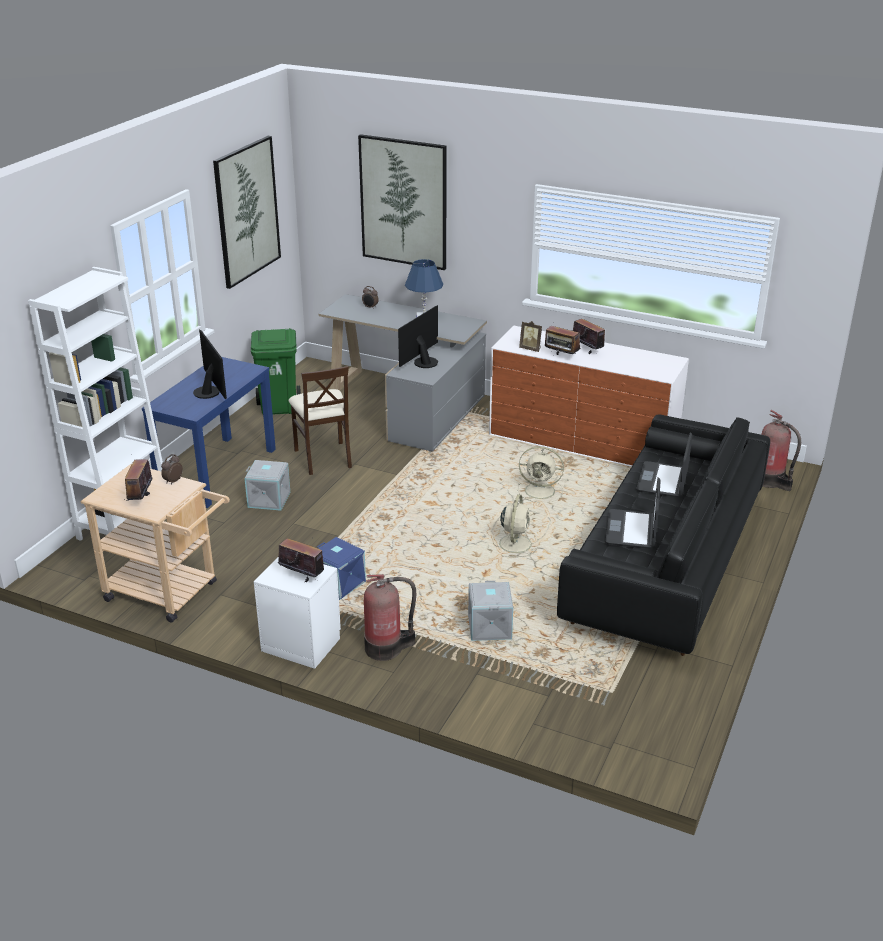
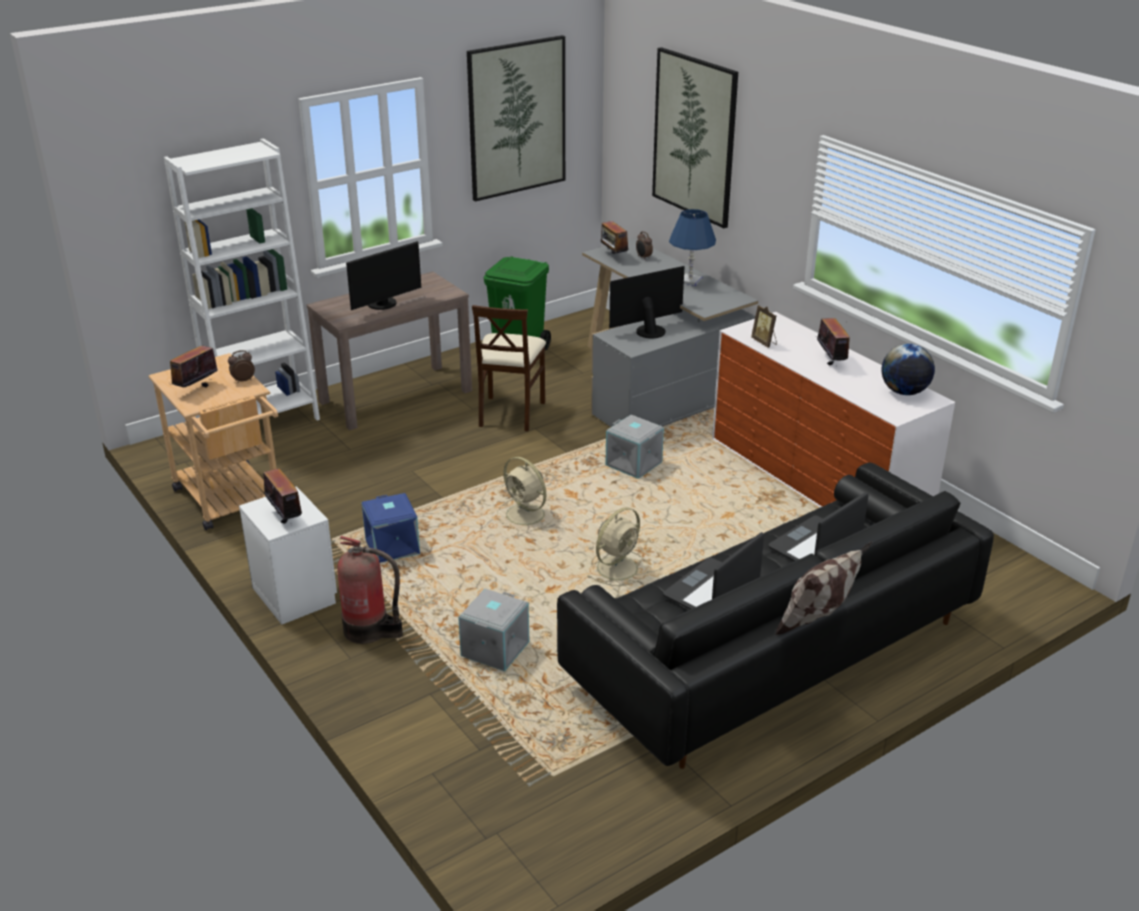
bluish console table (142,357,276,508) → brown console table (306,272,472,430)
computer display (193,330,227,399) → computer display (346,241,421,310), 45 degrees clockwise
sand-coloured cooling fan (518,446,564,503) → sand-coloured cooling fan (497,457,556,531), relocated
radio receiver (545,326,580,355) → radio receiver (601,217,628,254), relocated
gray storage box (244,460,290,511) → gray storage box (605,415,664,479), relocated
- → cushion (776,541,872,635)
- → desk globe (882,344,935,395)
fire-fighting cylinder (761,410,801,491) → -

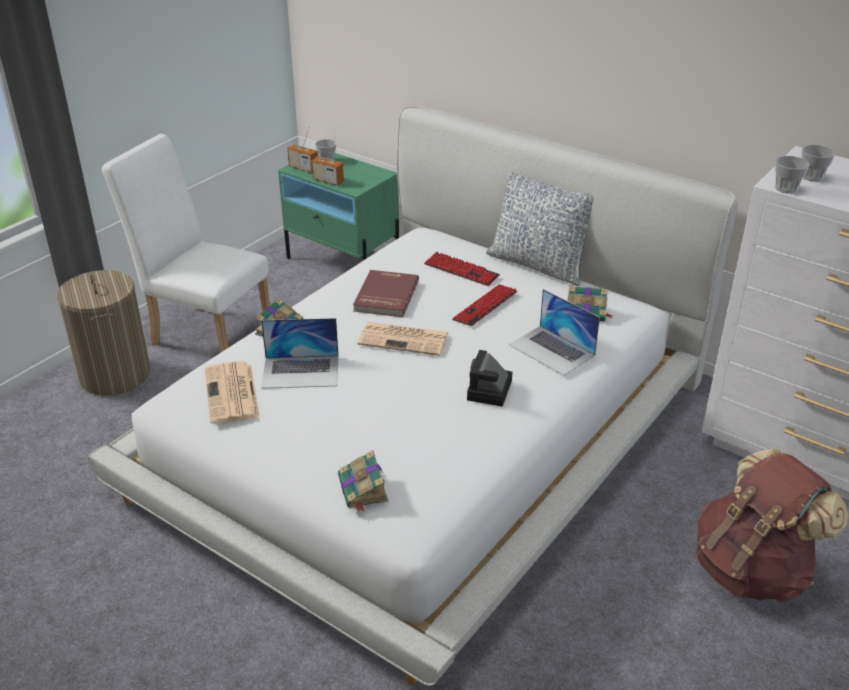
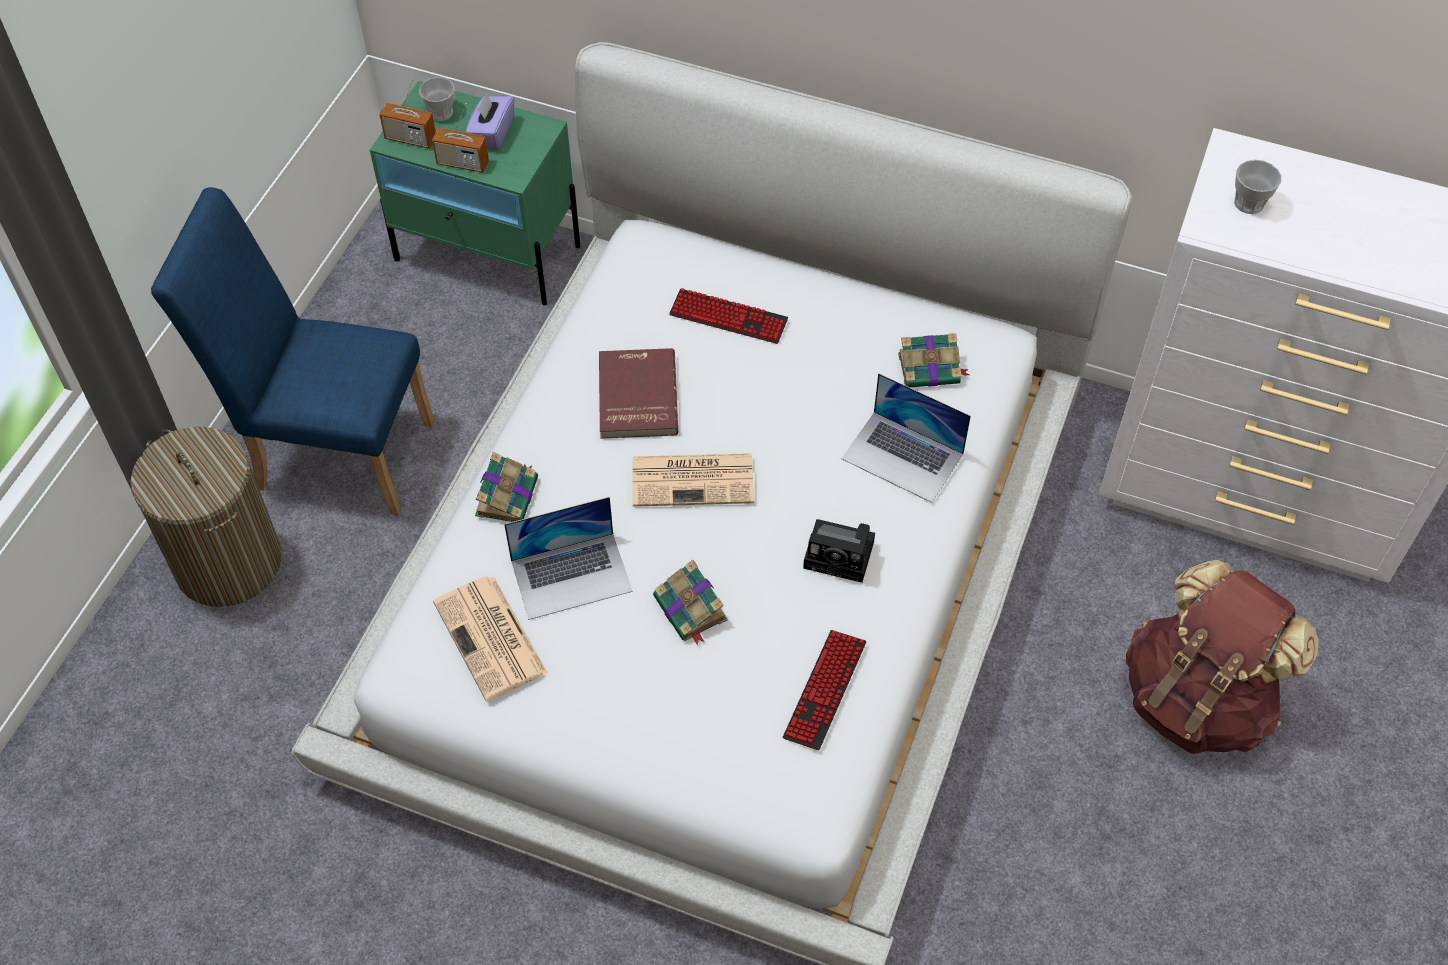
white-coloured upright chair (102,134,270,352) → bluish upright chair (151,187,434,515)
- → purple tissue box (465,93,514,150)
book (338,450,388,512) → book (653,559,728,646), relocated
PC keyboard (452,284,517,326) → PC keyboard (783,630,866,750), relocated
photo camera (467,350,512,407) → photo camera (803,519,875,583), 75 degrees counterclockwise
cushion (486,172,593,286) → -
drinking cup (775,156,810,194) → -

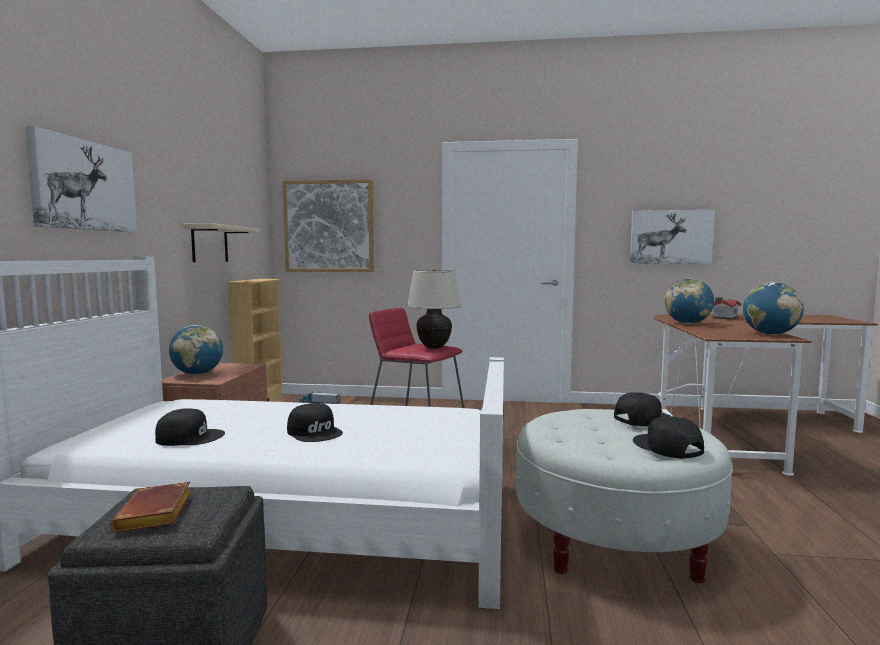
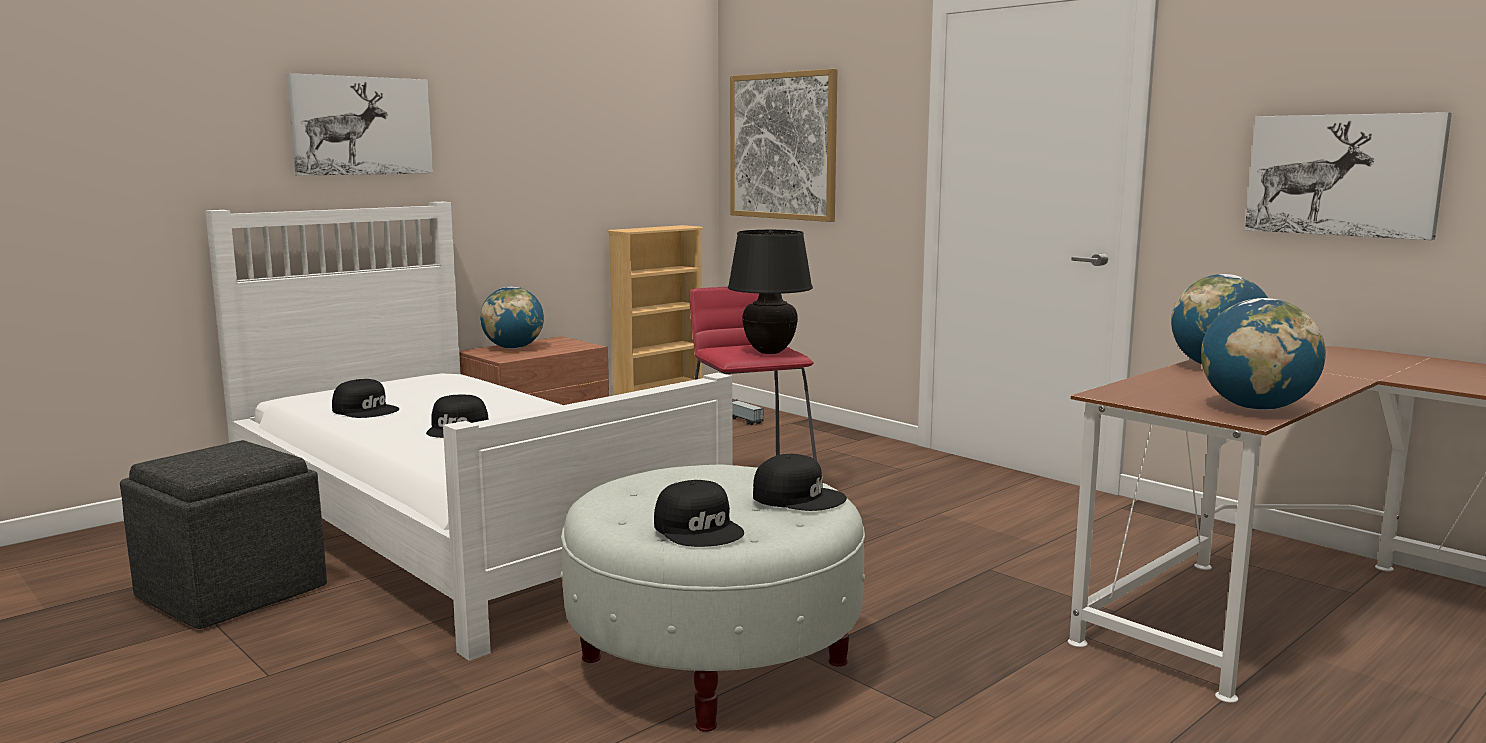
black peaked cap (633,416,704,459) → black peaked cap (654,480,744,547), 135 degrees clockwise
sand-coloured lamp for a table (407,269,461,349) → black lamp for a table (728,230,813,354)
brown book (110,482,191,532) → -
sand-coloured wall shelf (183,224,259,262) → -
model house (713,297,741,319) → -

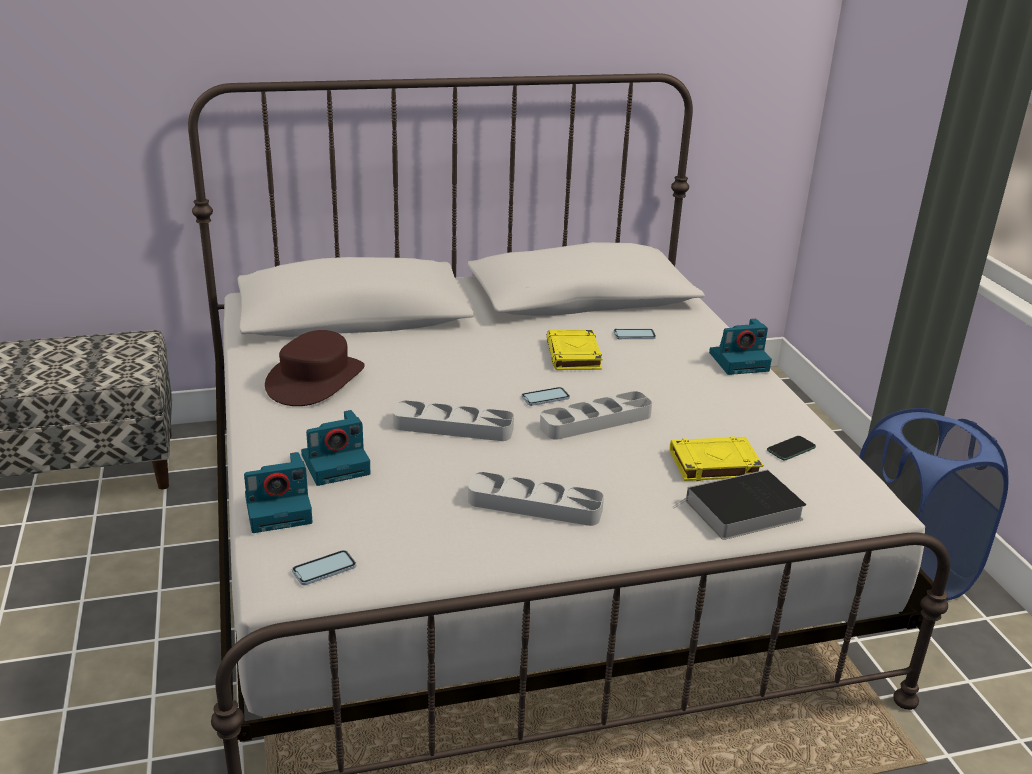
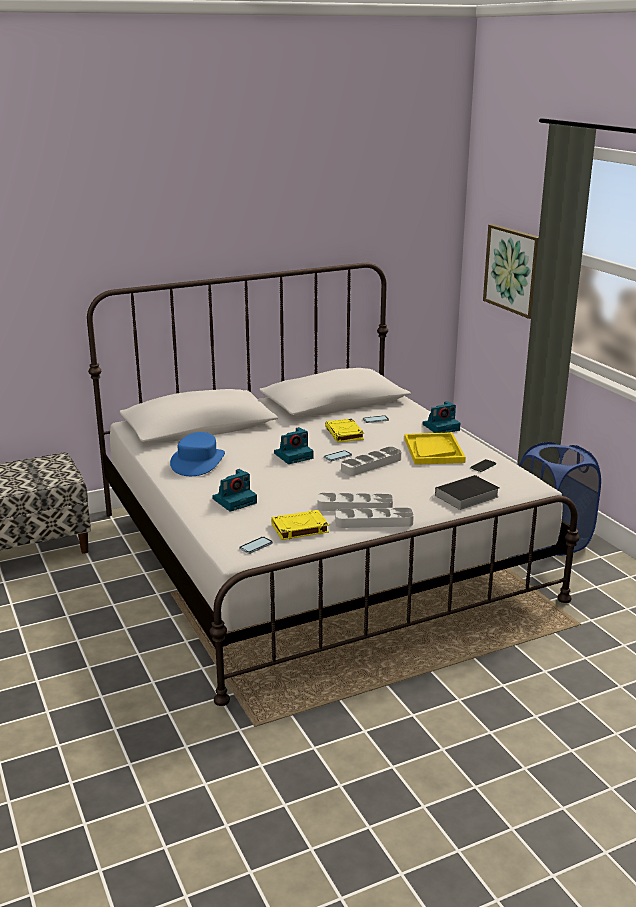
brown hat (265,330,365,406) → bluish hat (170,432,225,476)
yellow-coloured book (670,436,763,481) → yellow-coloured book (271,510,329,540), relocated
photo camera (244,452,313,533) → photo camera (274,427,314,464), relocated
gray carrying tray (393,400,514,441) → gray carrying tray (335,507,414,528), relocated
- → yellow-coloured carrying tray (404,432,466,465)
- → picture (483,224,539,319)

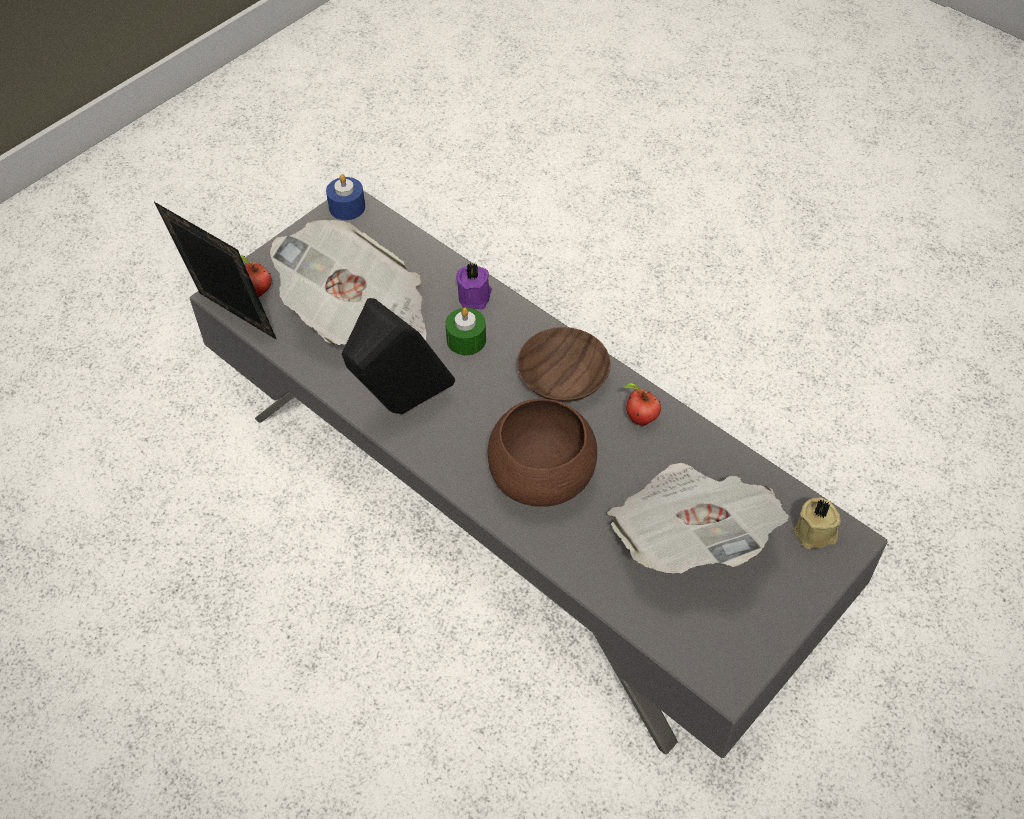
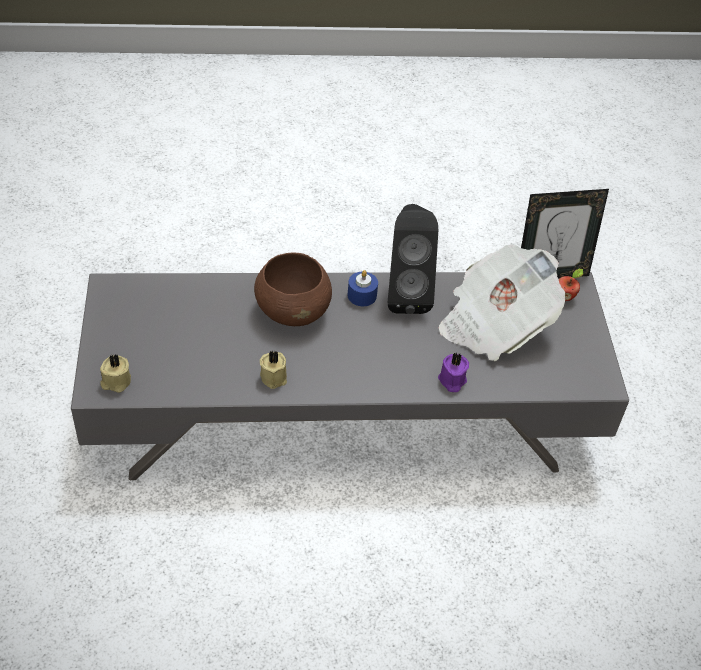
apple fruit (623,383,661,426) → sand-coloured candle (260,351,287,389)
bluish candle (326,174,365,220) → bluish candle (348,270,378,306), relocated
green candle (445,308,486,355) → -
brown bowl (517,327,611,402) → -
printed paper (607,463,789,573) → -

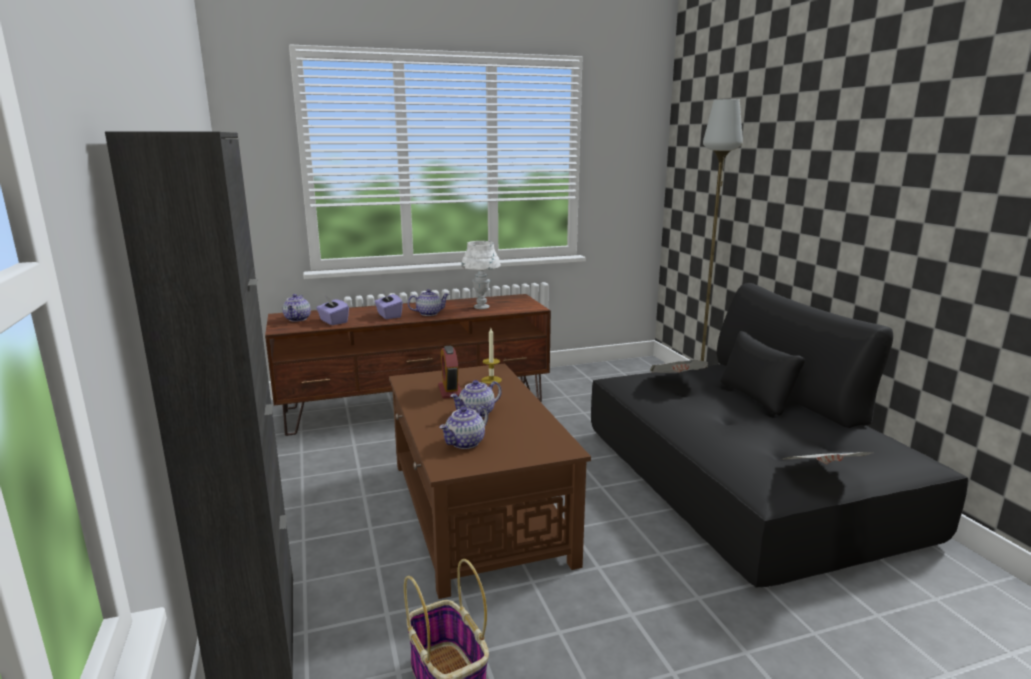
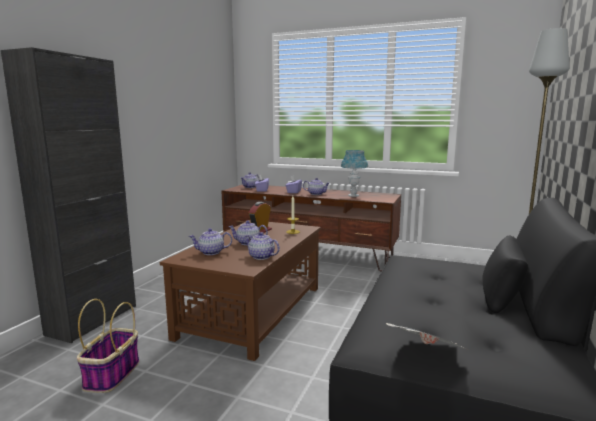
- → tea pot (244,232,280,260)
white-coloured lamp for a table (461,241,501,309) → bluish lamp for a table (341,150,368,197)
printed paper (650,360,708,373) → -

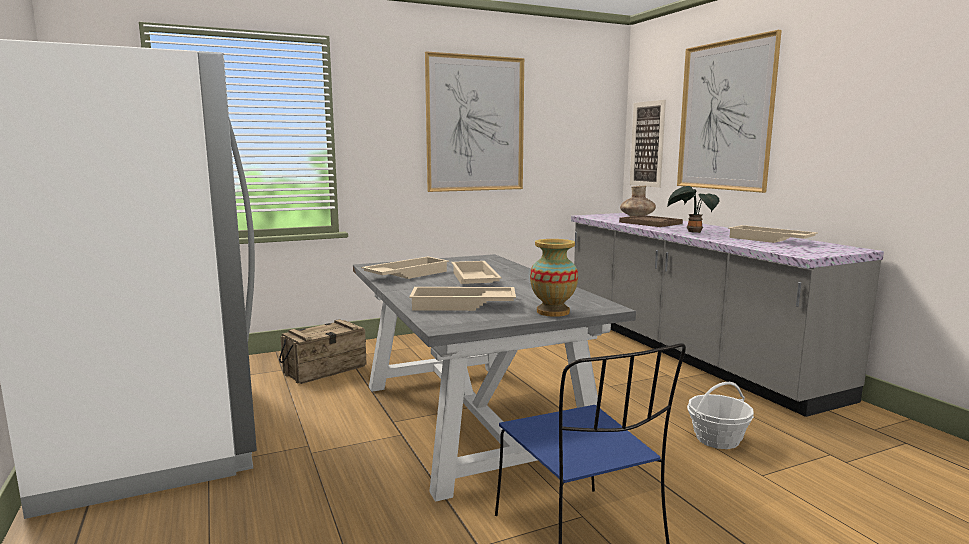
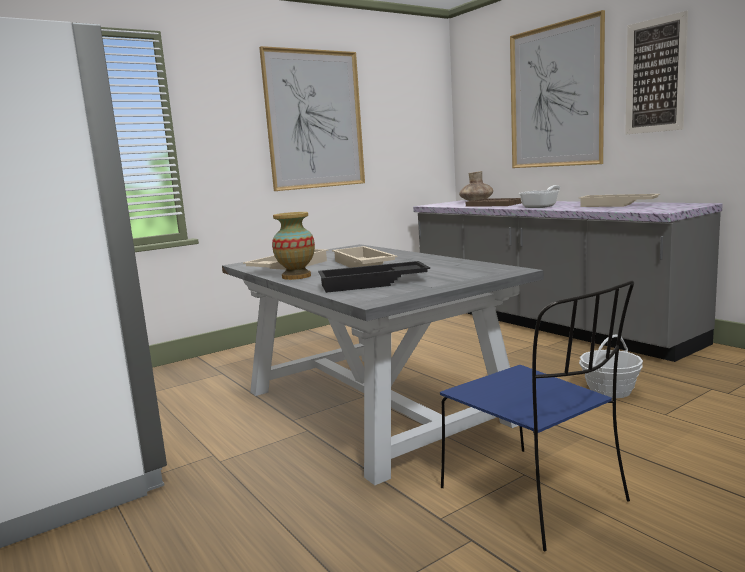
decorative vase (530,239,578,317) → decorative vase (272,212,315,280), relocated
sand-coloured carrying tray (409,287,516,311) → black carrying tray (318,261,430,293)
plant in a pot (666,186,720,233) → skillet (519,185,560,208)
picture (630,100,666,188) → picture (625,11,688,134), relocated
packing crate (279,319,367,384) → -

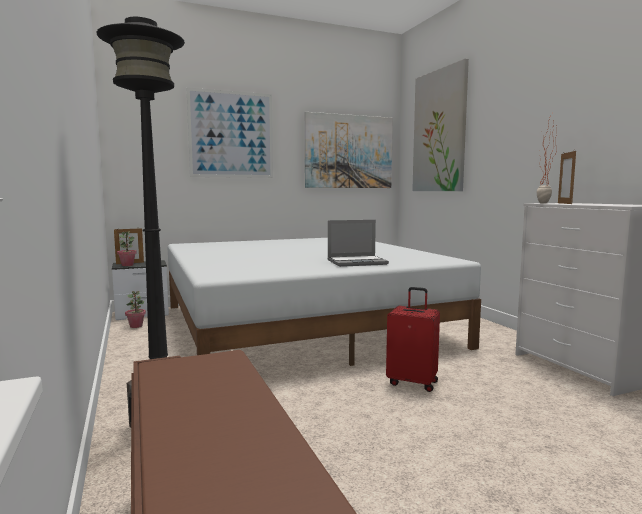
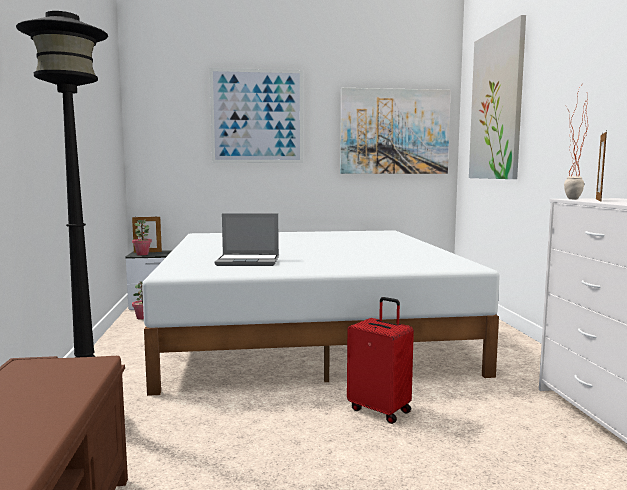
laptop (327,220,389,267) → laptop (215,213,279,266), relocated

